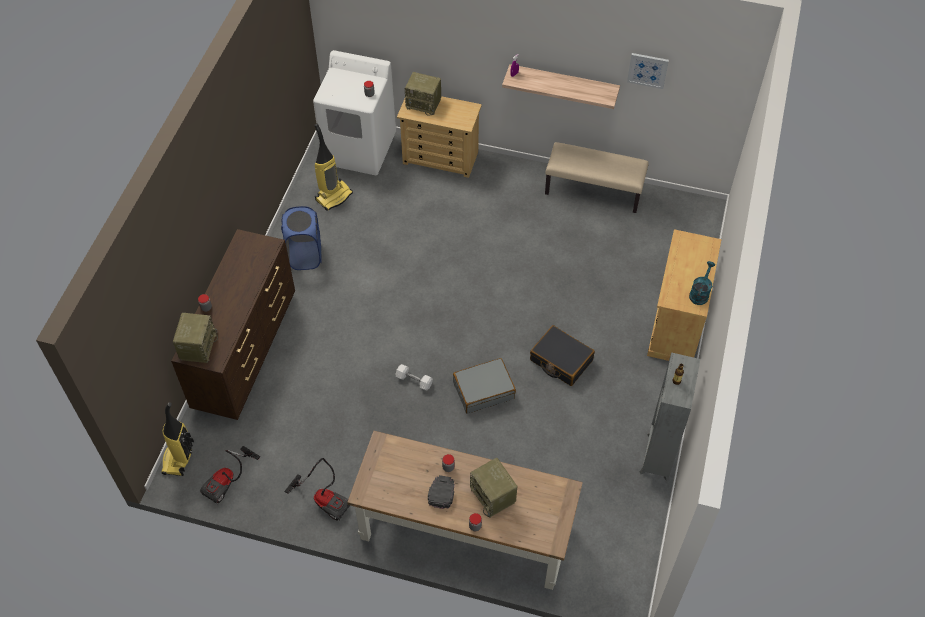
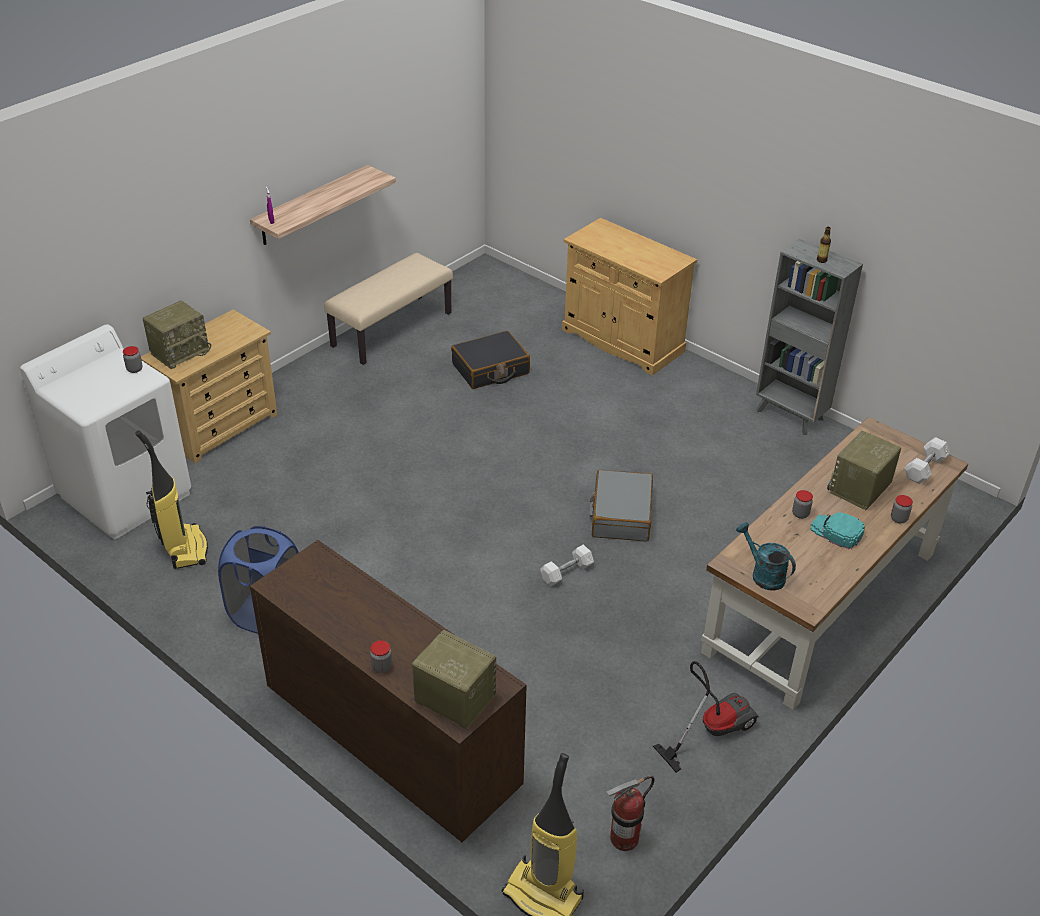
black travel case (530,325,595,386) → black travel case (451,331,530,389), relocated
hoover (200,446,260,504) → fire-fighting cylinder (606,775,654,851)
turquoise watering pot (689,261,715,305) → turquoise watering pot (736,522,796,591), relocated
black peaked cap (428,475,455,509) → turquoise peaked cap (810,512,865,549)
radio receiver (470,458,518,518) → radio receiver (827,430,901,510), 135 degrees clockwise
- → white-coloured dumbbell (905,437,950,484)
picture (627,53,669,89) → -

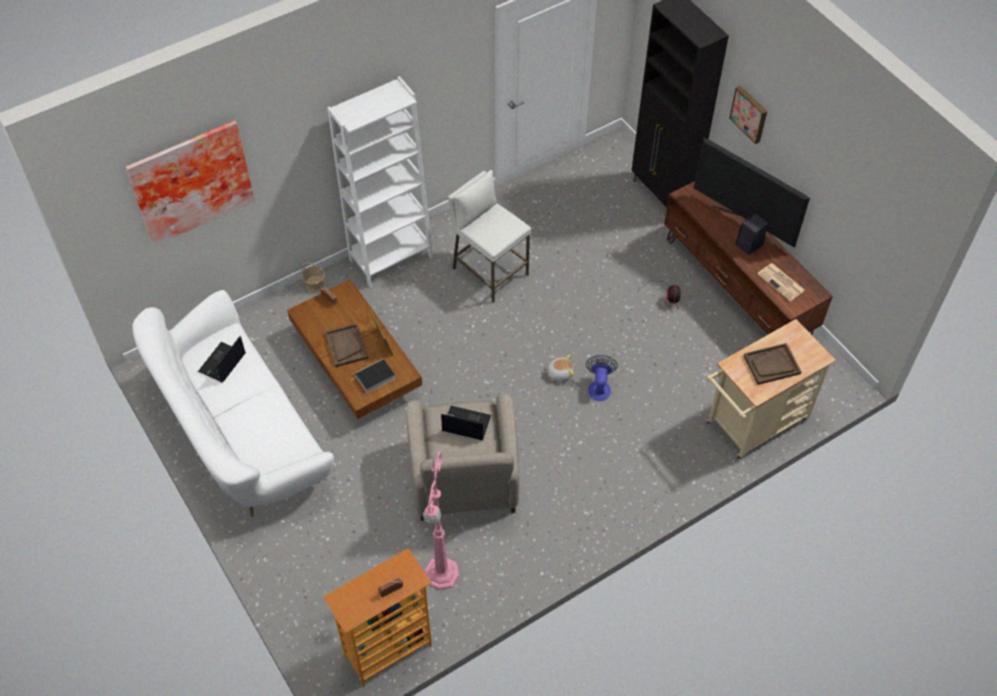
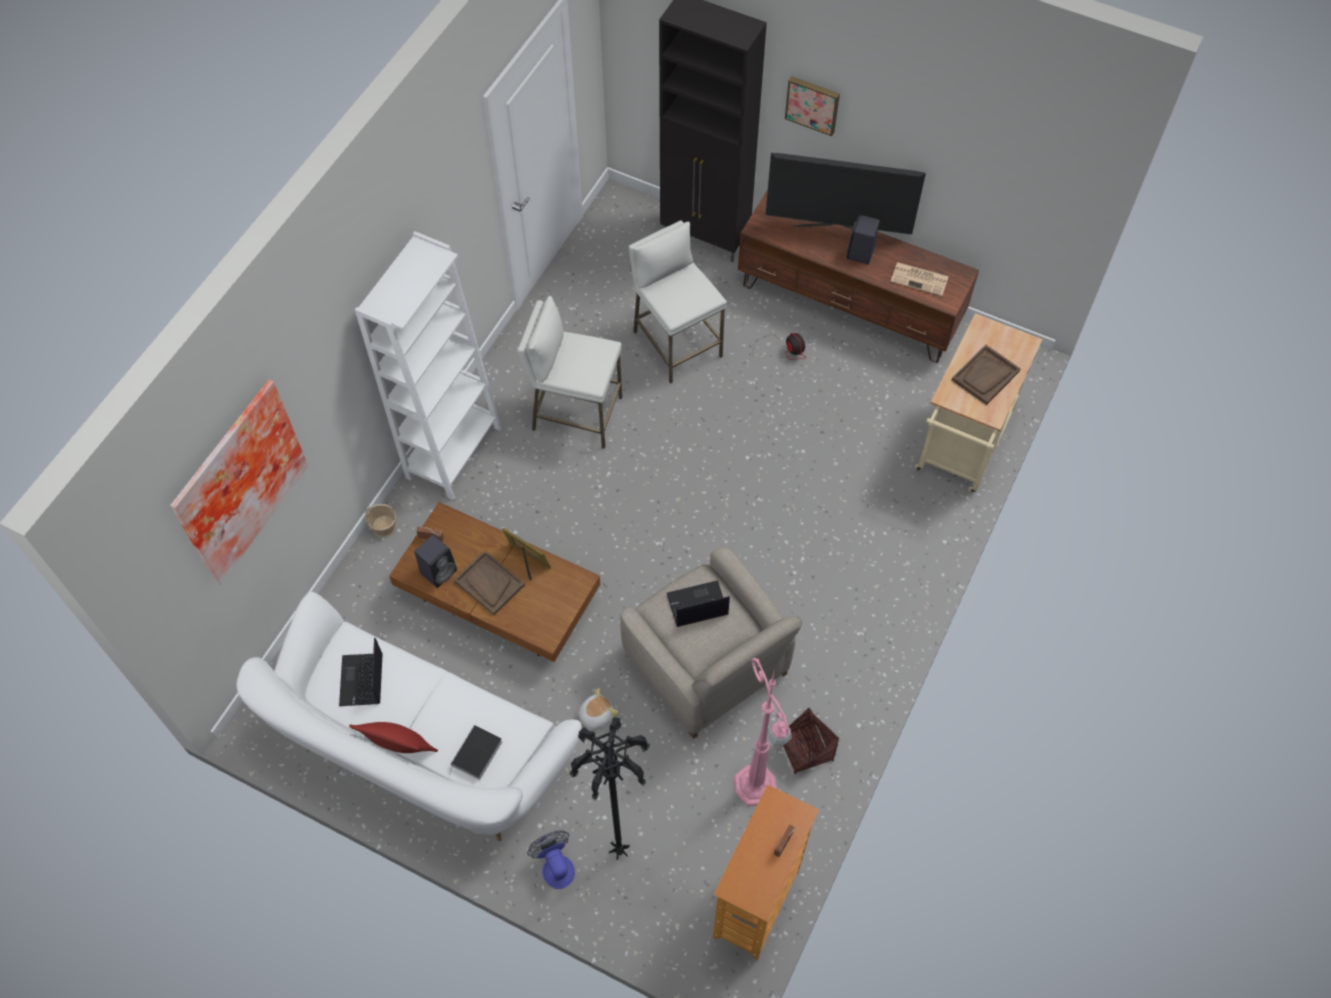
- → reddish cushion (349,722,438,753)
- → black audio speaker (415,535,457,588)
book (351,359,395,393) → book (449,725,502,780), relocated
cooling fan (586,355,618,401) → cooling fan (527,830,575,889), relocated
- → black floor lamp (569,717,650,860)
plush toy (544,354,574,382) → plush toy (578,688,618,730), relocated
- → white-coloured stool seat (629,221,727,384)
- → household basket (783,708,839,775)

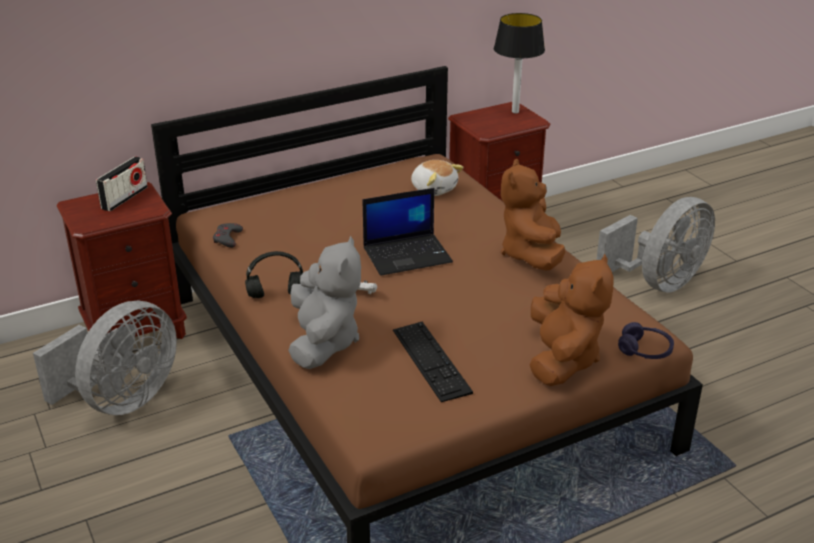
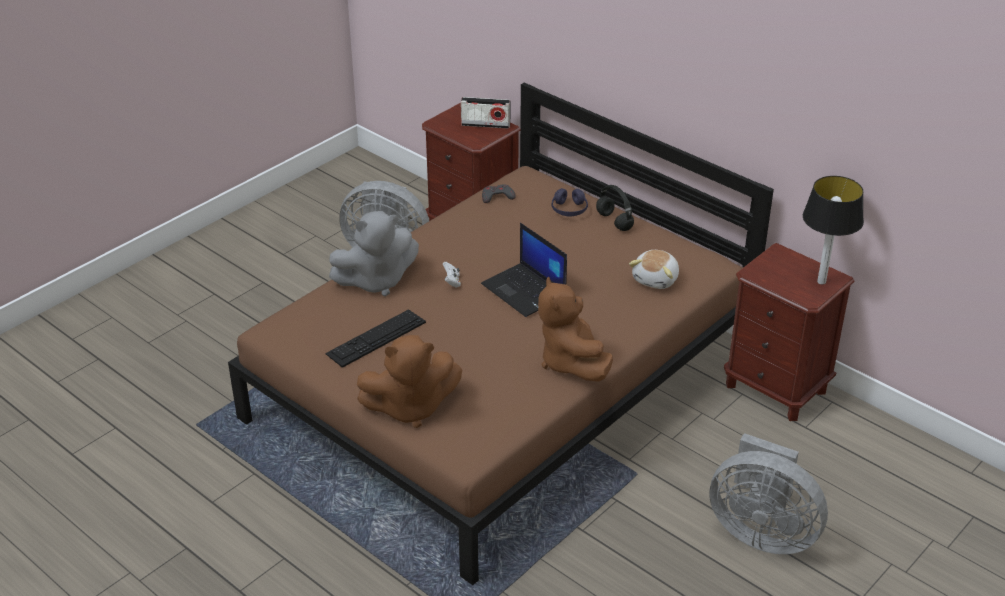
brown plush toy (501,159,565,270) → brown plush toy (538,276,613,382), 90 degrees counterclockwise
purple headset (618,322,674,359) → purple headset (551,188,588,216), relocated
black headset (245,251,303,298) → black headset (596,185,634,231), relocated

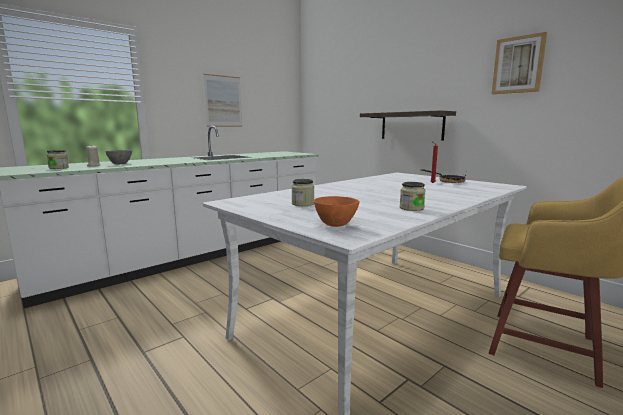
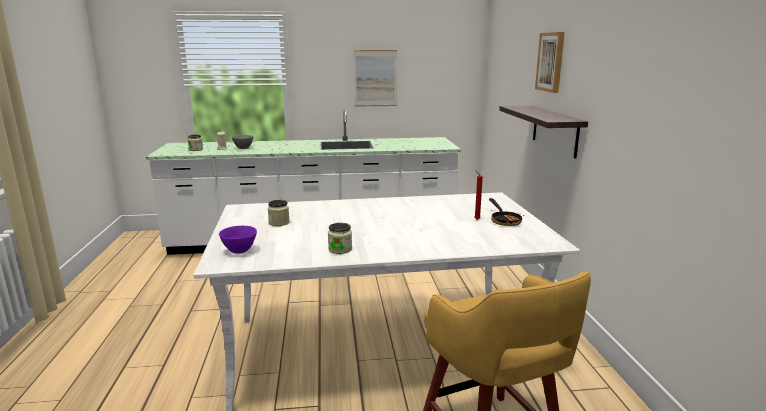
orangey bowl (314,196,360,227) → purple bowl (219,226,257,254)
picture (492,32,547,94) → picture (535,32,565,93), relocated

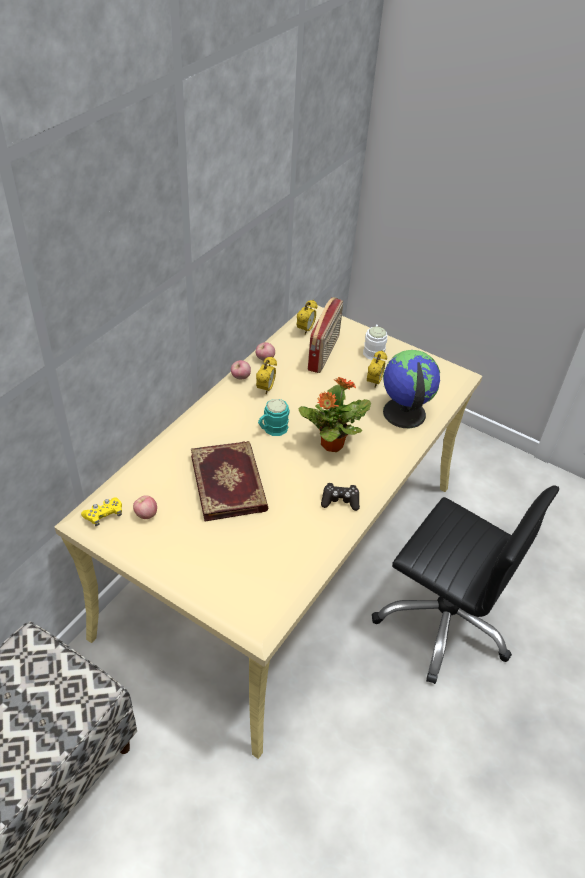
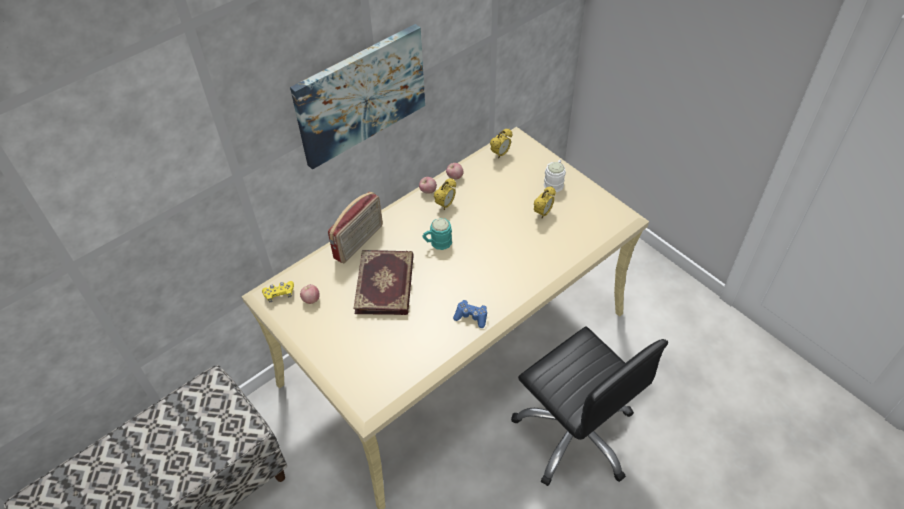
- → picture (290,24,425,170)
radio receiver (308,297,343,373) → radio receiver (328,192,383,263), relocated
black game controller (321,483,360,511) → bluish game controller (453,300,487,328)
plant in a pot (298,377,371,452) → -
desk globe (383,350,440,428) → -

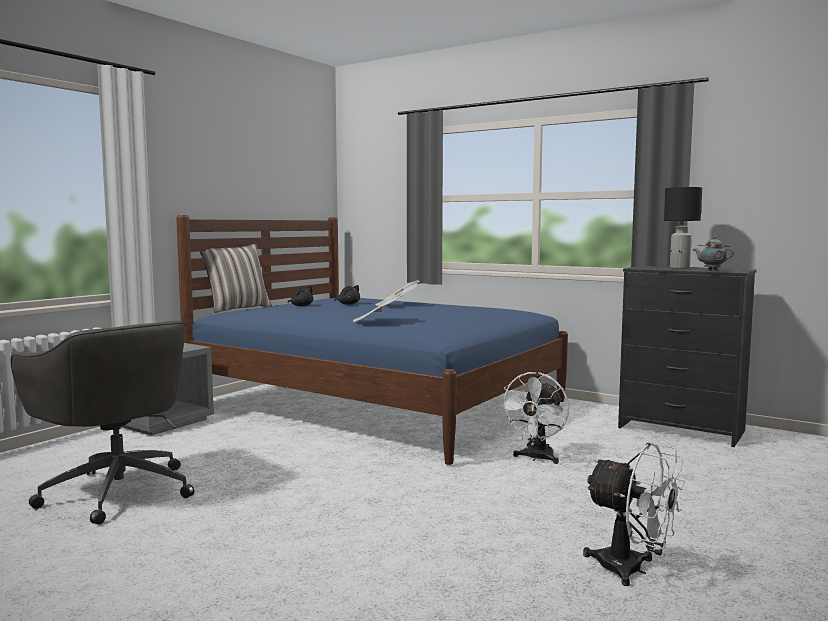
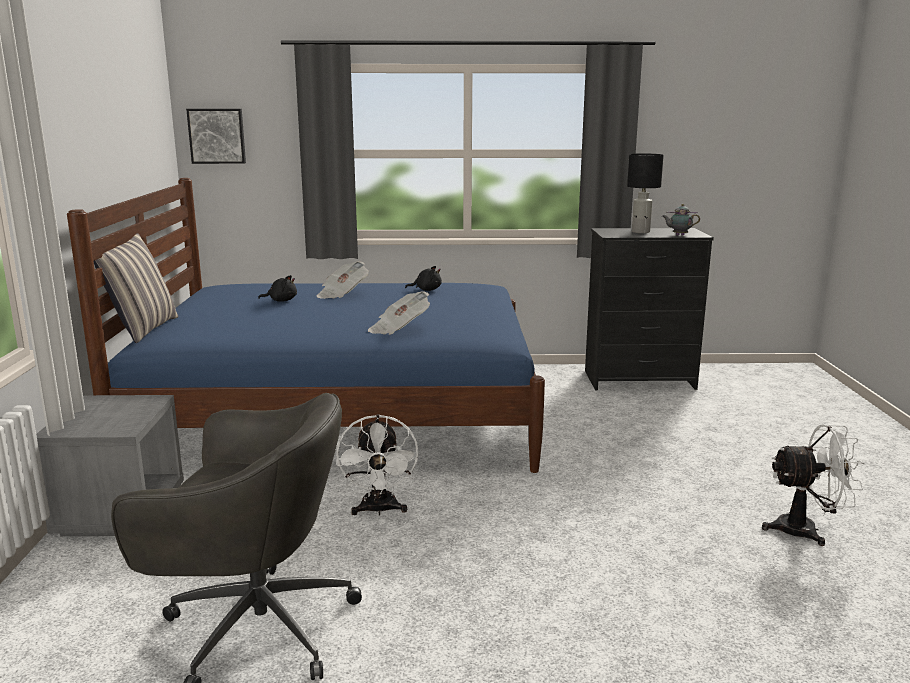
- → picture (186,109,246,164)
white-coloured cooling fan (499,372,569,464) → white-coloured cooling fan (336,414,419,516), relocated
black plush toy (288,286,314,306) → black plush toy (405,266,442,291), relocated

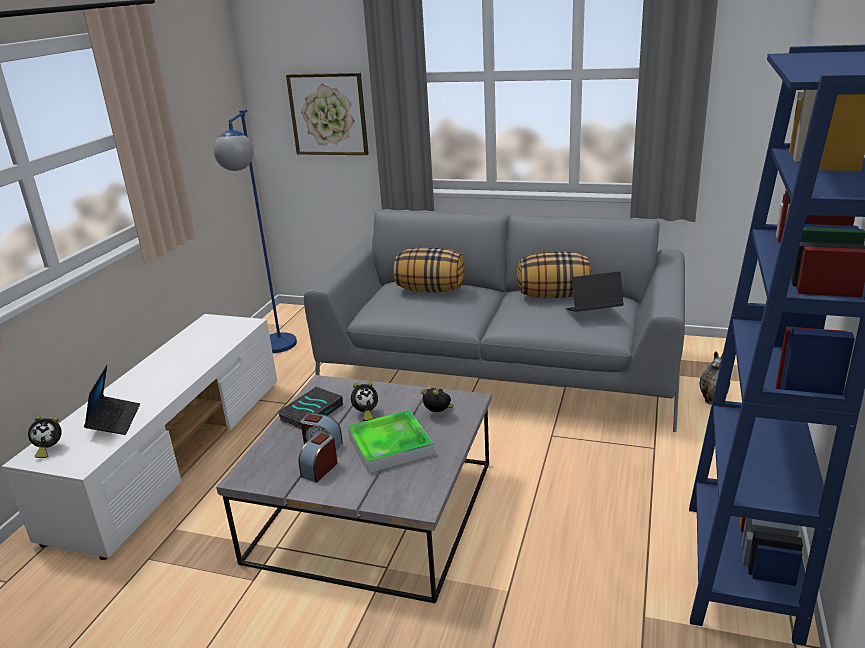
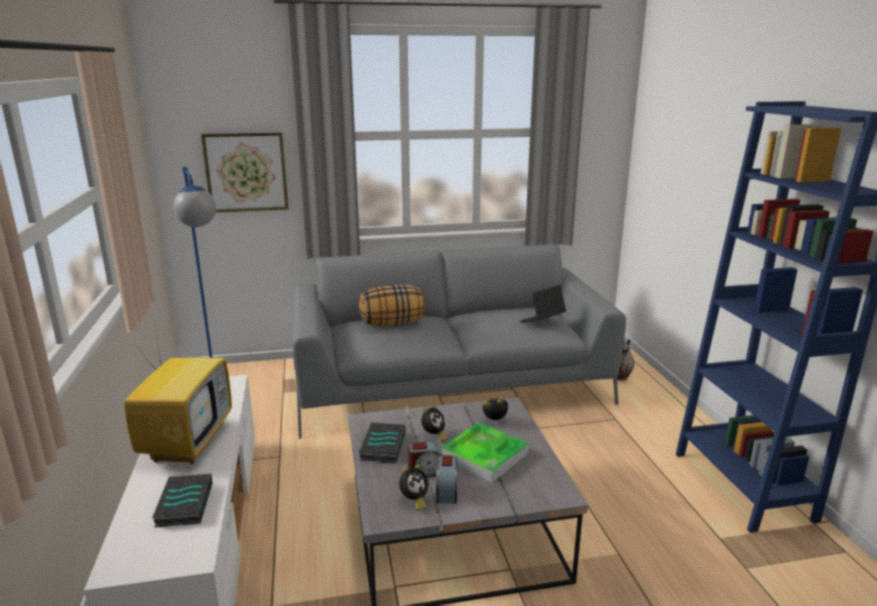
- → TV set (124,318,232,464)
laptop (84,365,140,435) → book (152,474,213,528)
bedside clock (28,416,62,458) → bedside clock (399,465,428,510), relocated
cushion (517,251,592,298) → -

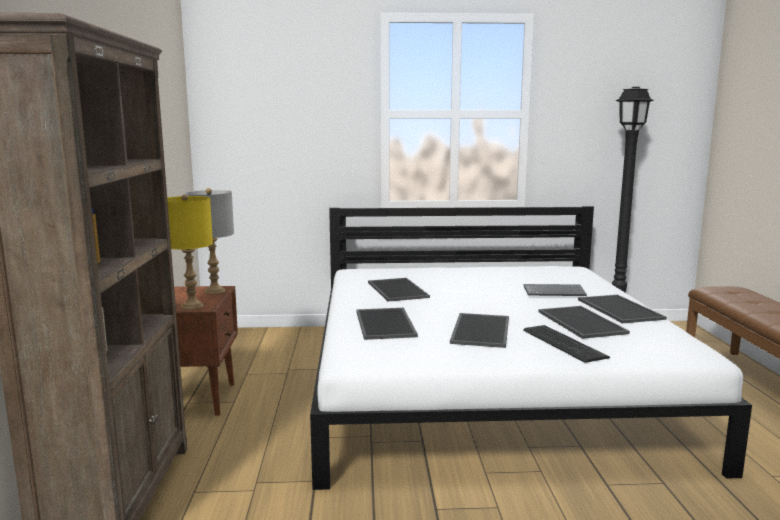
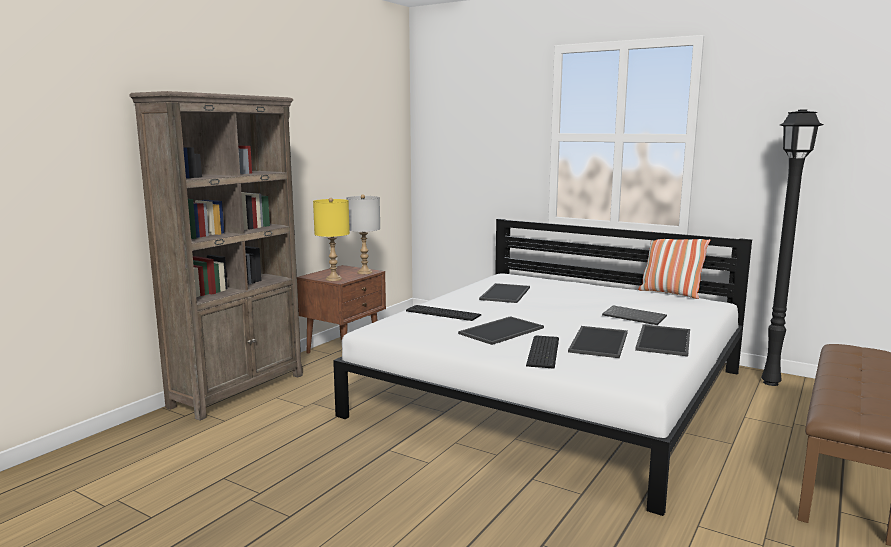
carrying tray (356,308,418,340) → PC keyboard (406,305,482,321)
- → cushion (638,239,710,299)

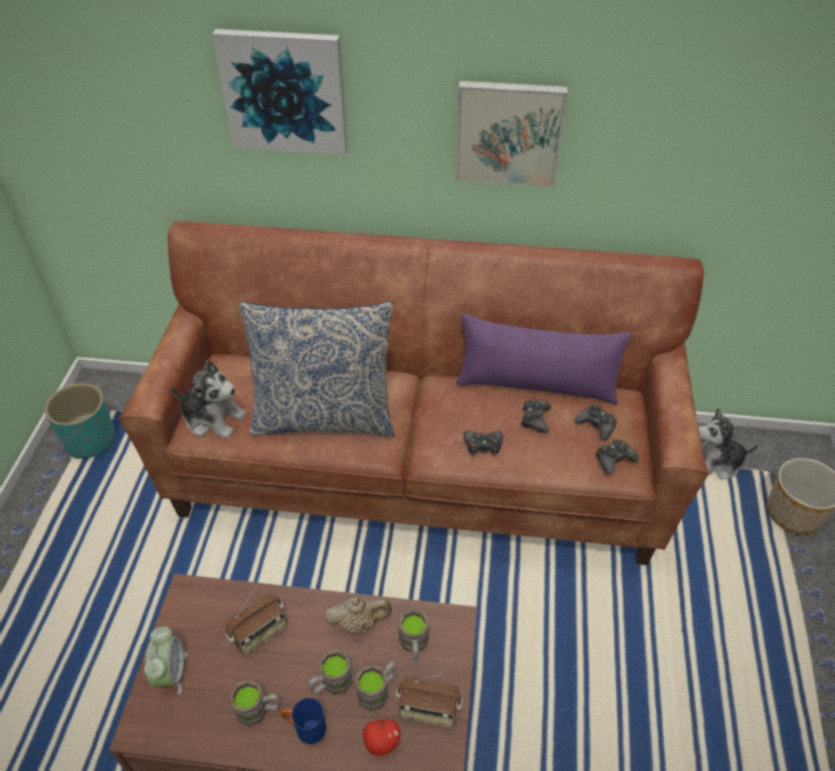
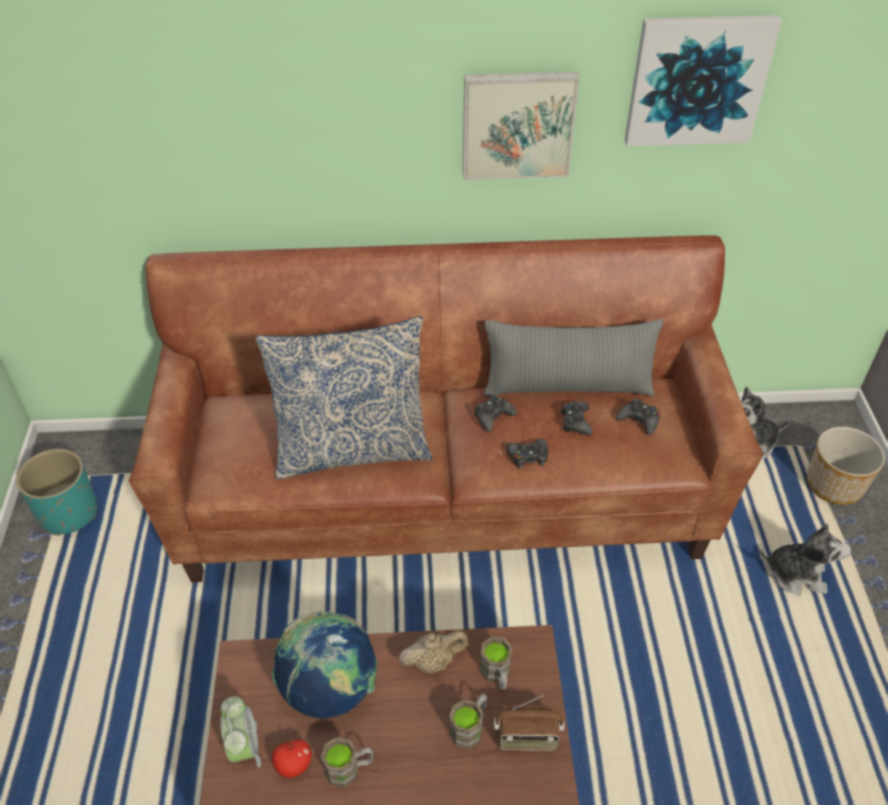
radio receiver (225,590,287,655) → desk globe (272,611,377,718)
apple fruit (363,719,401,756) → apple fruit (272,739,312,778), relocated
black game controller (596,439,639,475) → black game controller (475,395,517,432), relocated
purple cushion (456,314,632,404) → gray cushion (484,319,664,397)
picture (212,29,347,155) → picture (625,15,782,146), relocated
plush toy (170,360,246,439) → plush toy (759,524,851,596), relocated
bluish tea mug (281,698,326,744) → -
brown tea mug (308,649,353,695) → -

